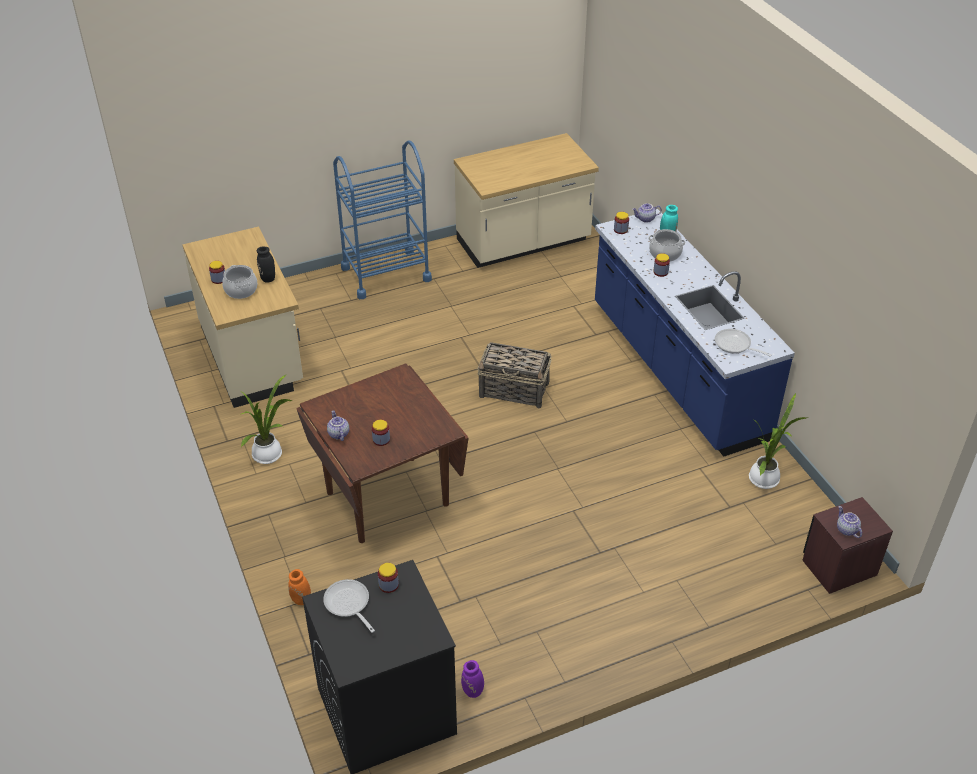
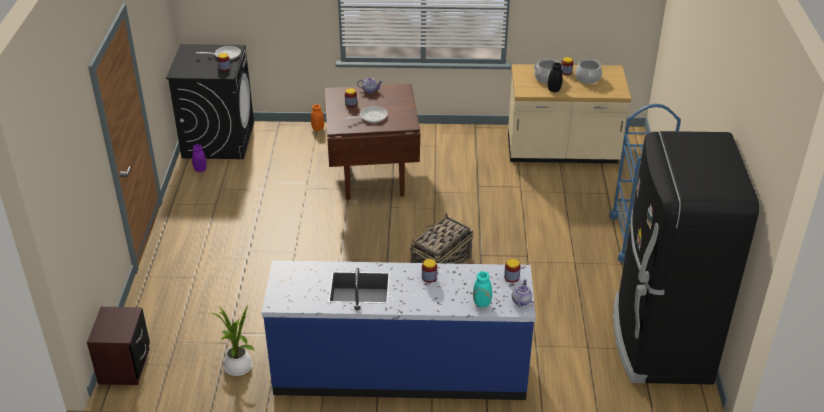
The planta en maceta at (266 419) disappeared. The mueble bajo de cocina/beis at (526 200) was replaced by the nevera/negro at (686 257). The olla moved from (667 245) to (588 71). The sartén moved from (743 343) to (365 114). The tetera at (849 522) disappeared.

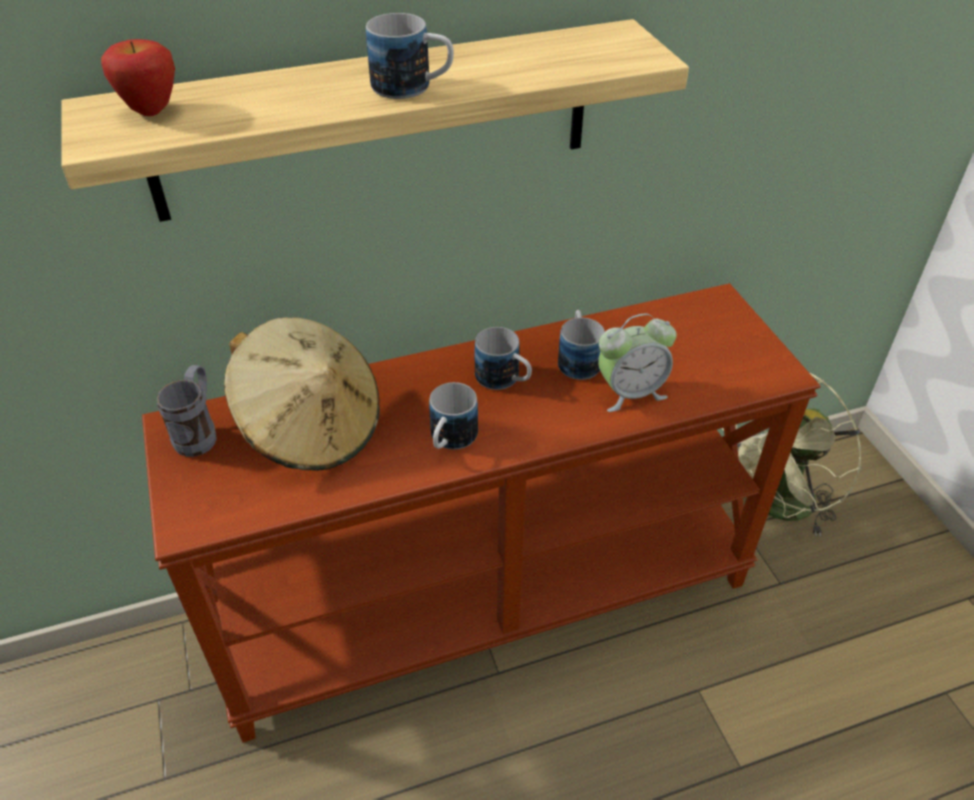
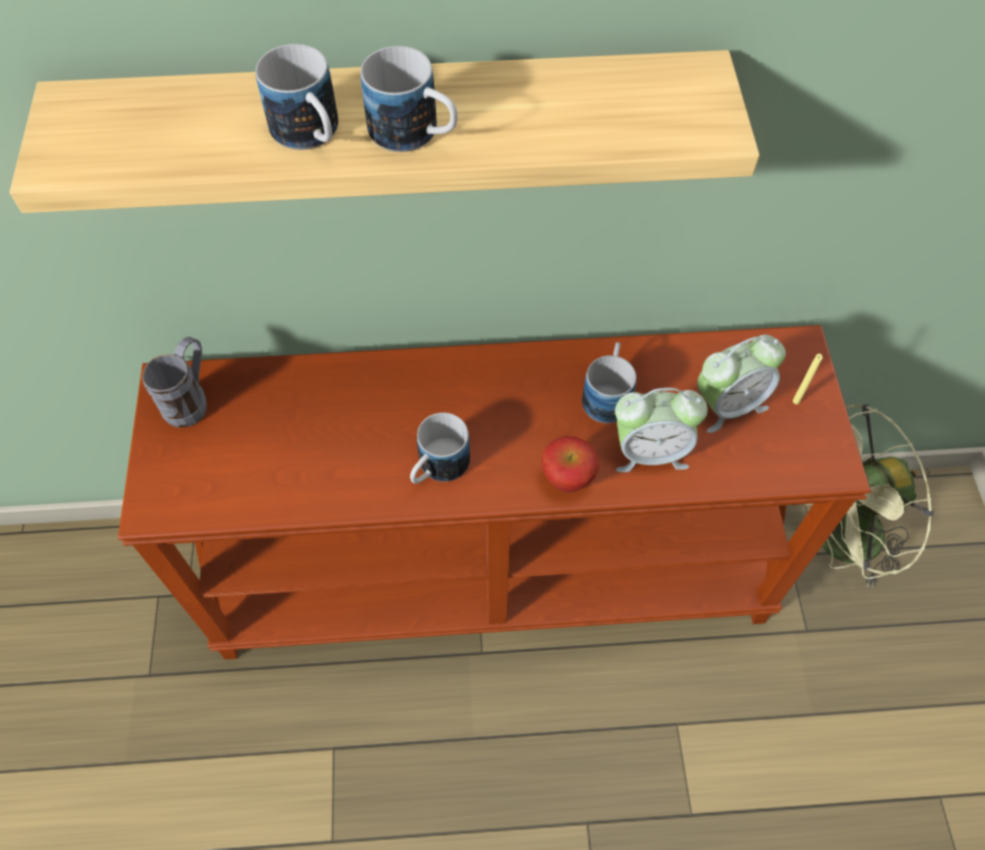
The manzana moved from (138 77) to (570 464). The sombrero/beis at (302 394) disappeared. The taza grande moved from (503 358) to (296 97). The despertador at (741 384) appeared. The vela/amarillo at (807 379) appeared.

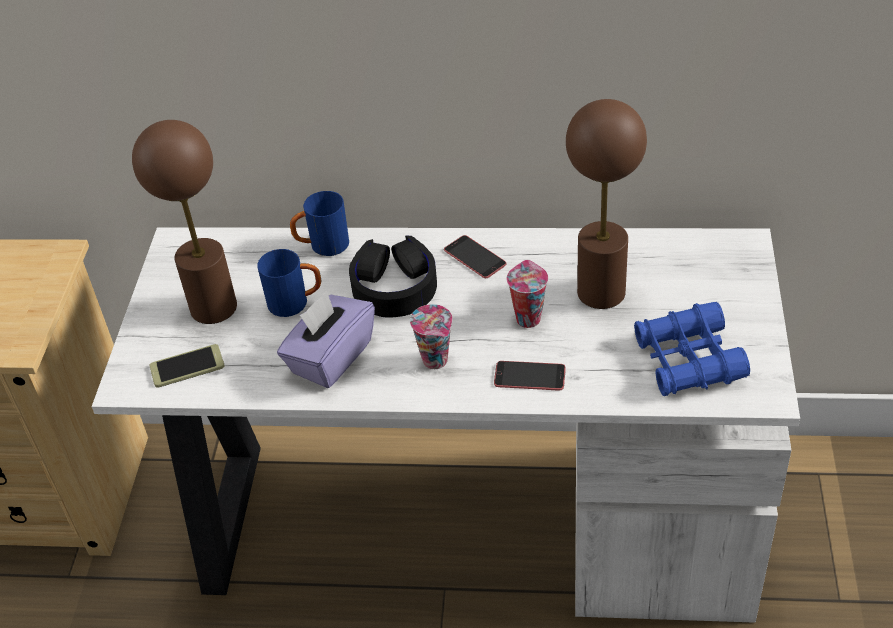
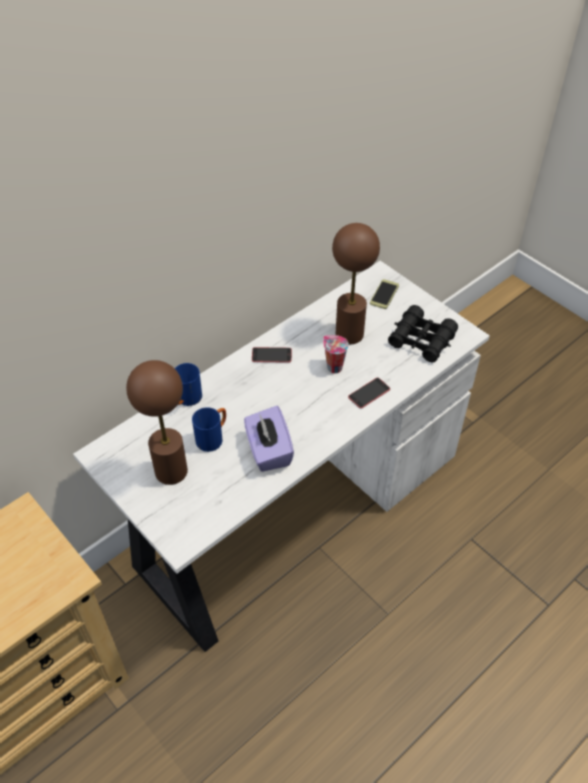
The móvil moved from (186 365) to (384 294). The auriculares/negro at (393 277) disappeared. The taza at (431 336) disappeared. The prismáticos/azul at (692 349) became the prismáticos/negro at (423 334).

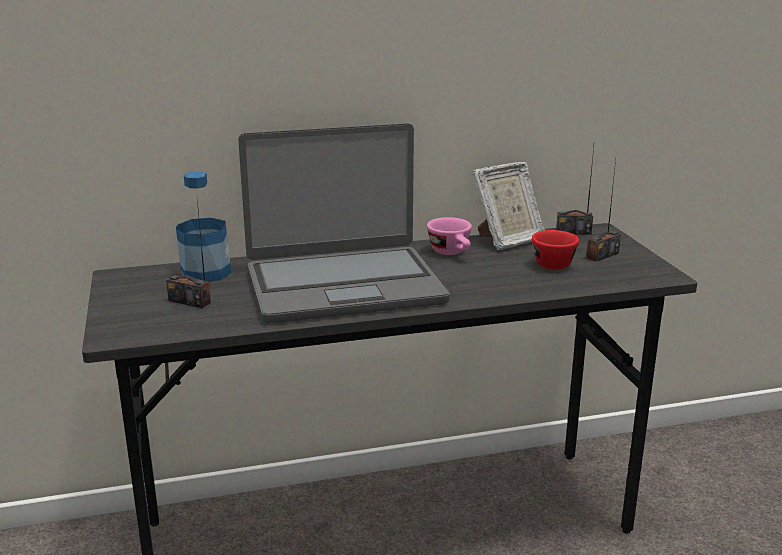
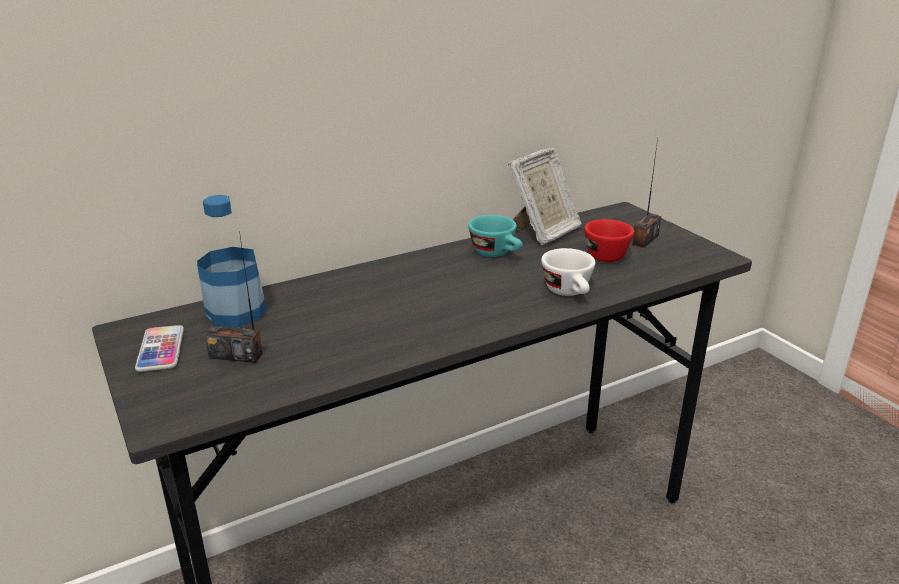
The portátil at (344 223) disappeared. The taza/rosa at (449 236) became the taza/turquesa at (495 236). The radio at (575 191) disappeared. The móvil at (159 348) appeared. The taza/blanco at (568 272) appeared.

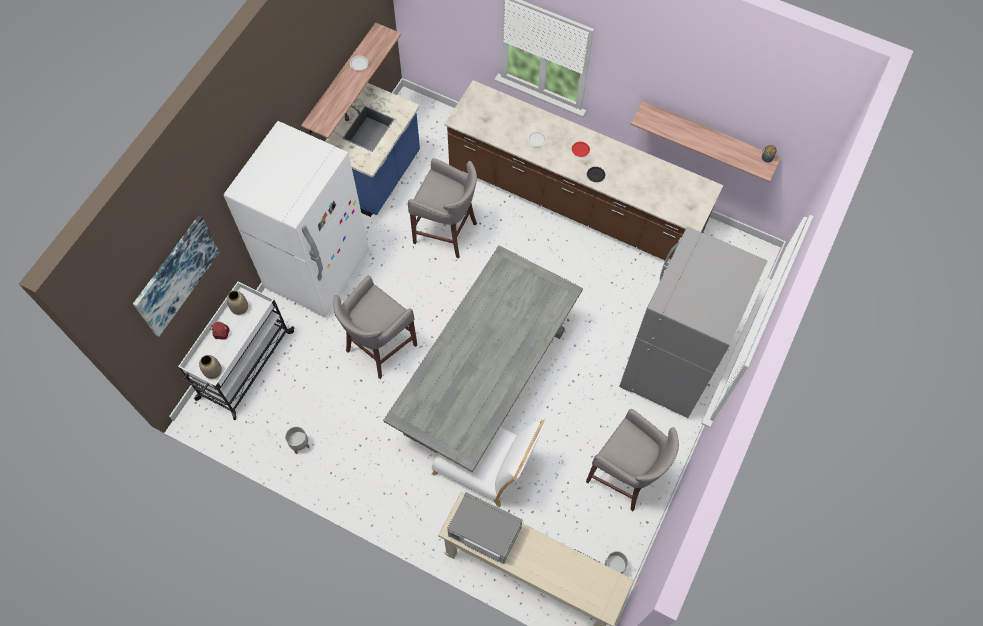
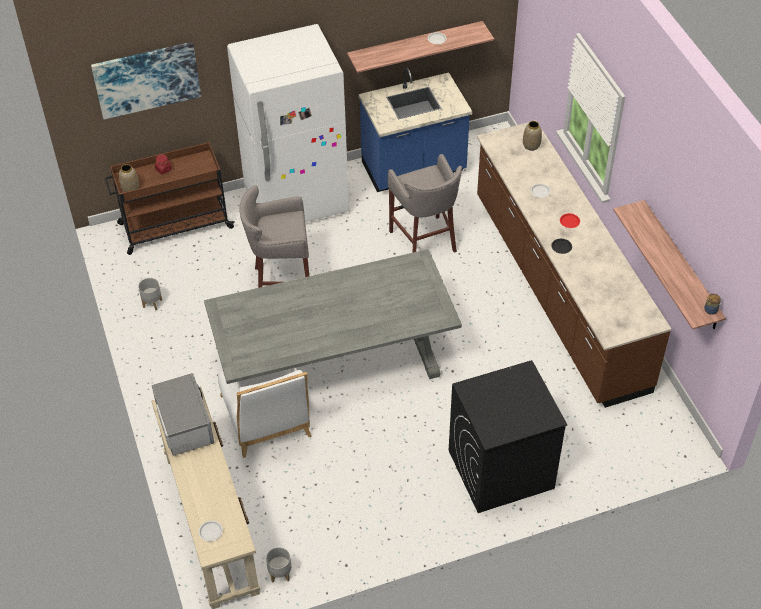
The carrito/blanco at (236 351) became the carrito/marrón at (169 198). The florero moved from (237 303) to (532 136). The taburete/gris at (632 460) disappeared. The nevera/gris at (693 322) was replaced by the lavadora/negro at (508 436). The plato/blanco at (210 531) appeared.

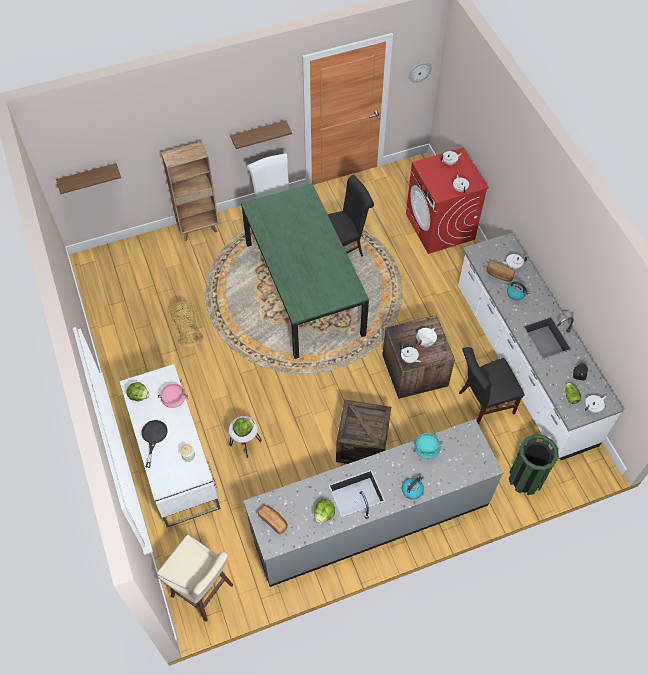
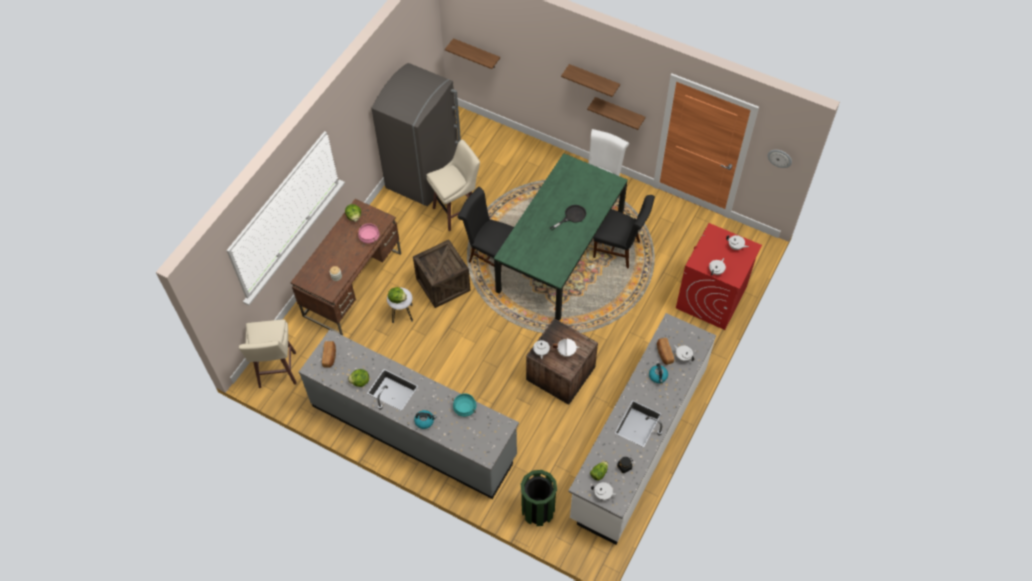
The escritorio/blanco at (170 445) became the escritorio/marrón at (345 267). The sartén/negro moved from (154 444) to (568 217). The estantería/marrón at (190 191) disappeared. The cesta at (186 324) was replaced by the taburete/beis at (453 185). The caja de embalaje moved from (363 431) to (442 273). The silla/negro moved from (492 386) to (485 228). The nevera/gris at (416 134) appeared. The estante at (590 80) appeared.

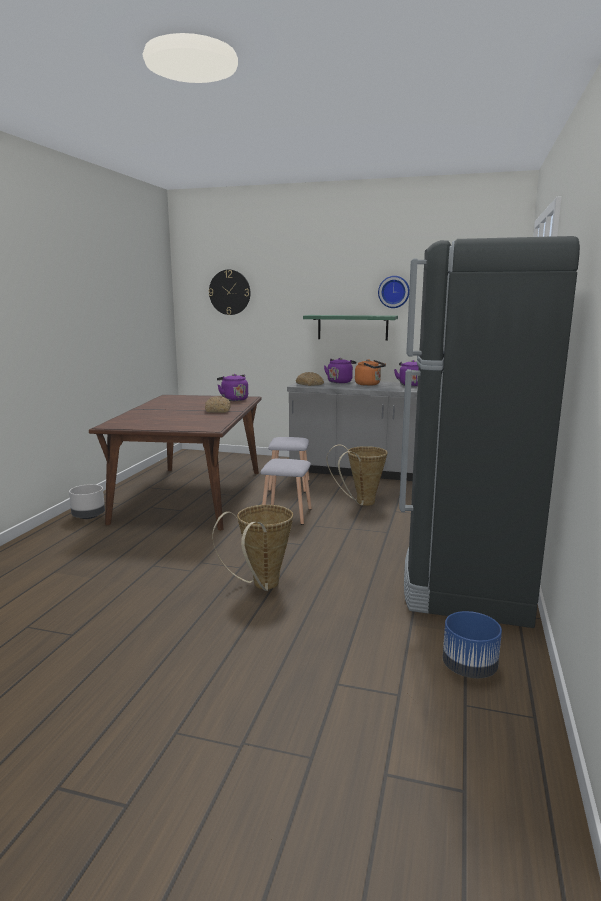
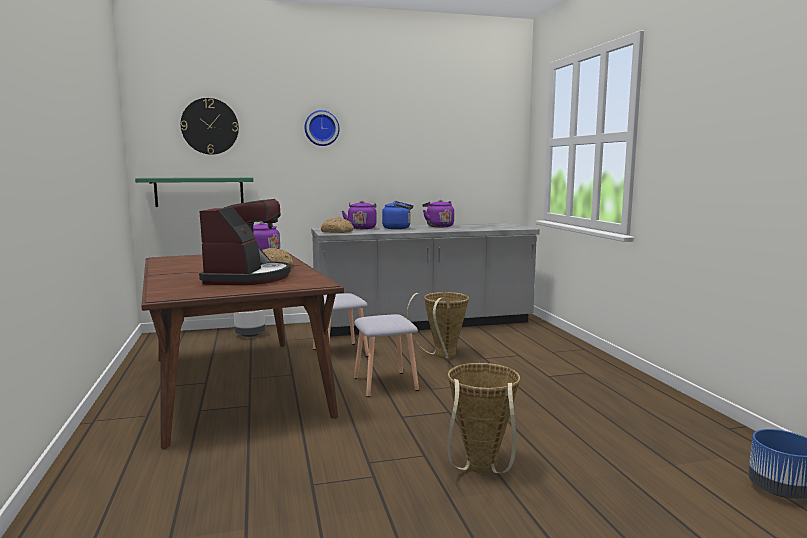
The maceta/gris moved from (87 501) to (249 323). The estante/verde moved from (350 328) to (194 192). The hervidor/naranja at (370 372) became the hervidor/azul at (397 215). The reloj de pared moved from (393 292) to (322 128). The nevera/negro at (489 432) disappeared. The cafetera at (245 242) appeared.

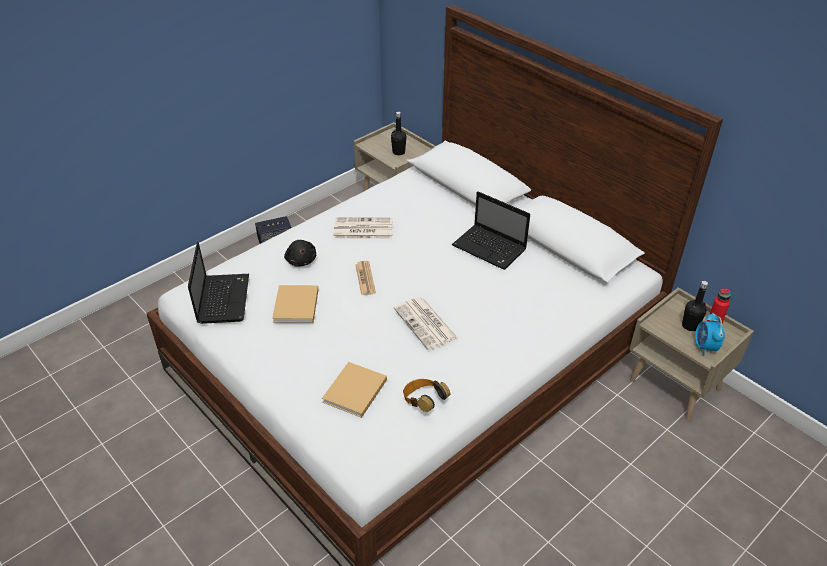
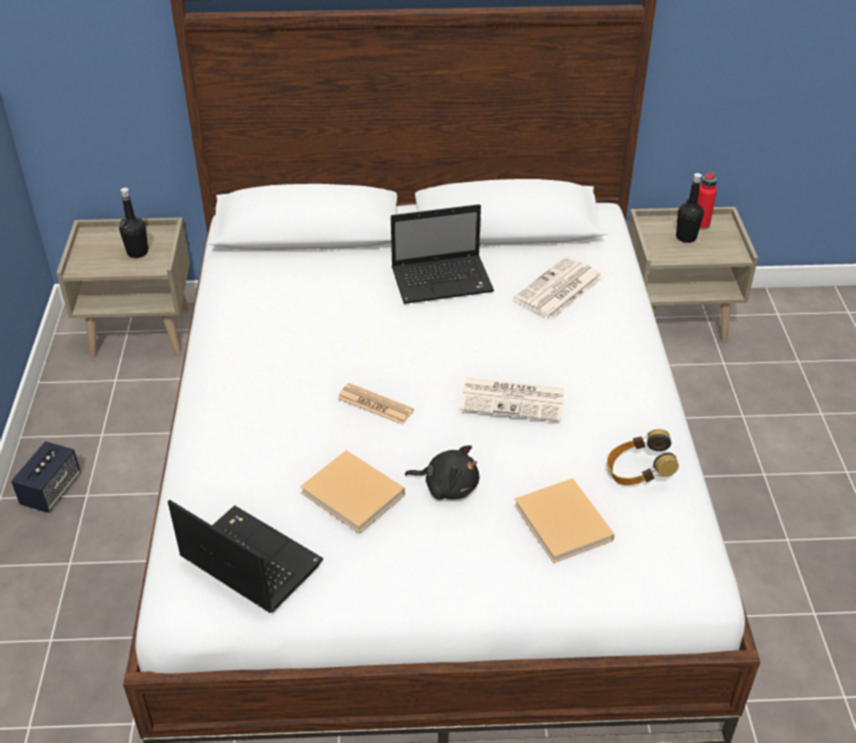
The peluche/negro moved from (300 253) to (442 472). The periódico moved from (363 228) to (558 288). The despertador at (710 334) disappeared.

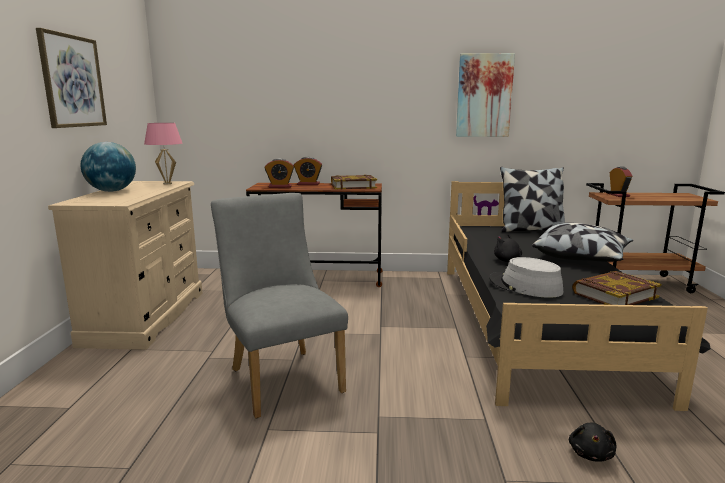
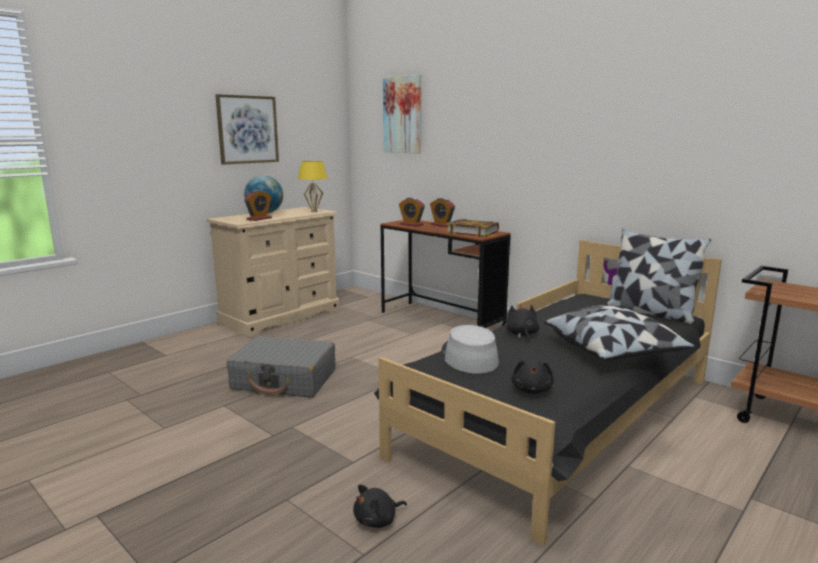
The lámpara de mesa/rosa at (163 153) became the lámpara de mesa/amarillo at (313 186). The silla/gris at (279 305) was replaced by the maleta/gris at (281 367). The cuadro moved from (485 95) to (402 113). The libro at (616 288) was replaced by the peluche/negro at (532 376). The despertador moved from (621 182) to (258 205).

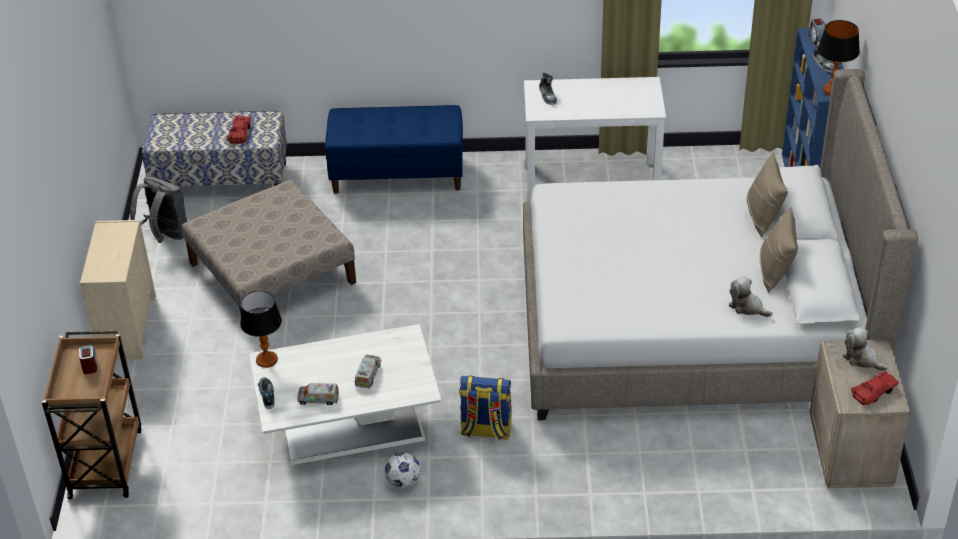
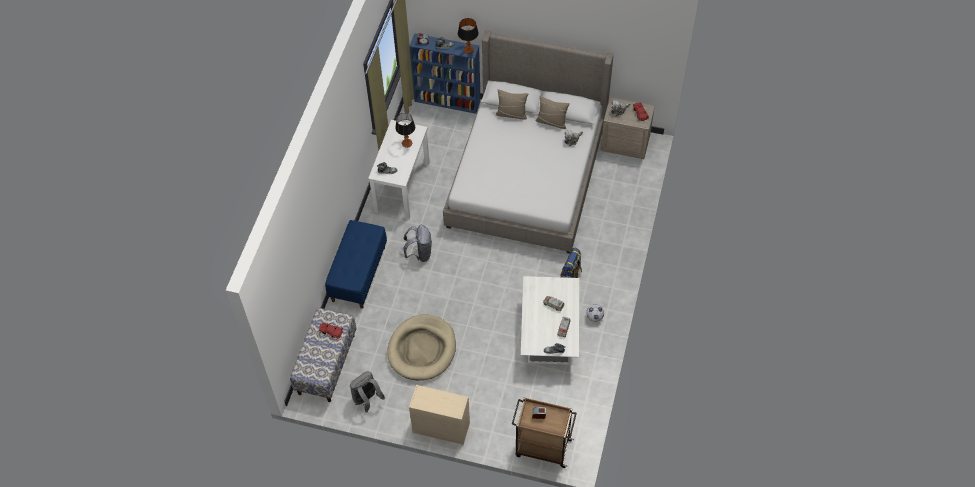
The puf/beis at (269 247) was replaced by the cama para perro/beis at (421 347). The lámpara de mesa moved from (261 329) to (405 130). The mochila/gris at (418 243) appeared.

